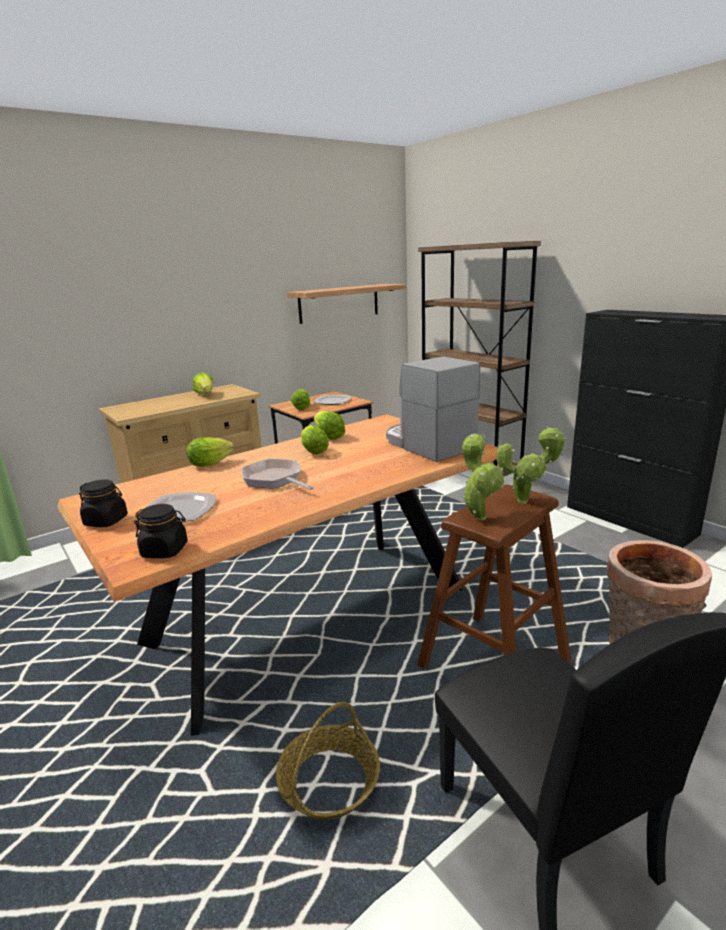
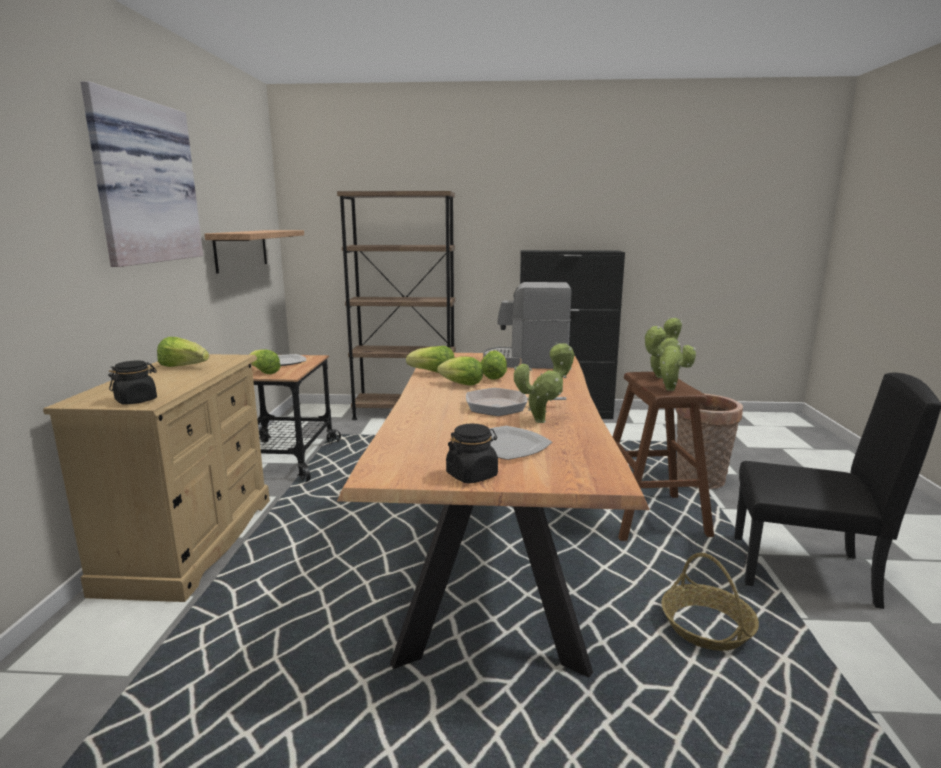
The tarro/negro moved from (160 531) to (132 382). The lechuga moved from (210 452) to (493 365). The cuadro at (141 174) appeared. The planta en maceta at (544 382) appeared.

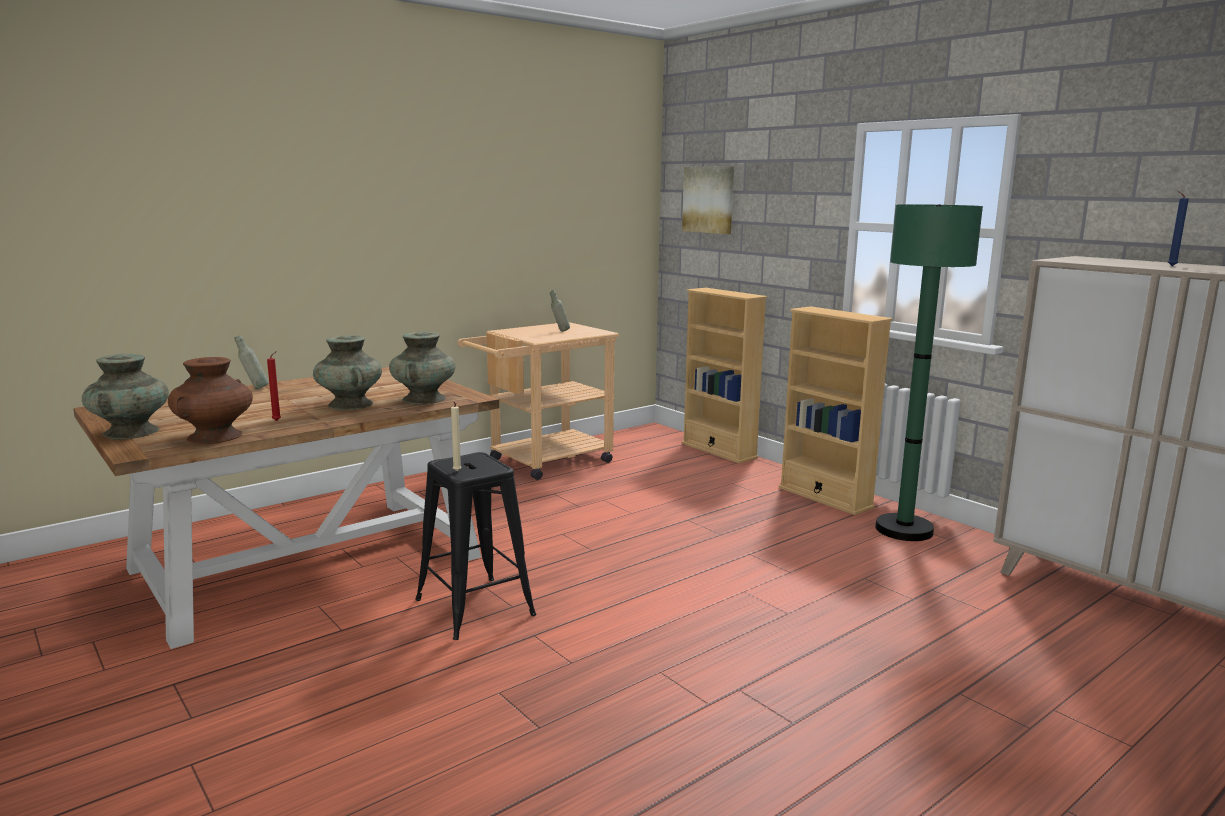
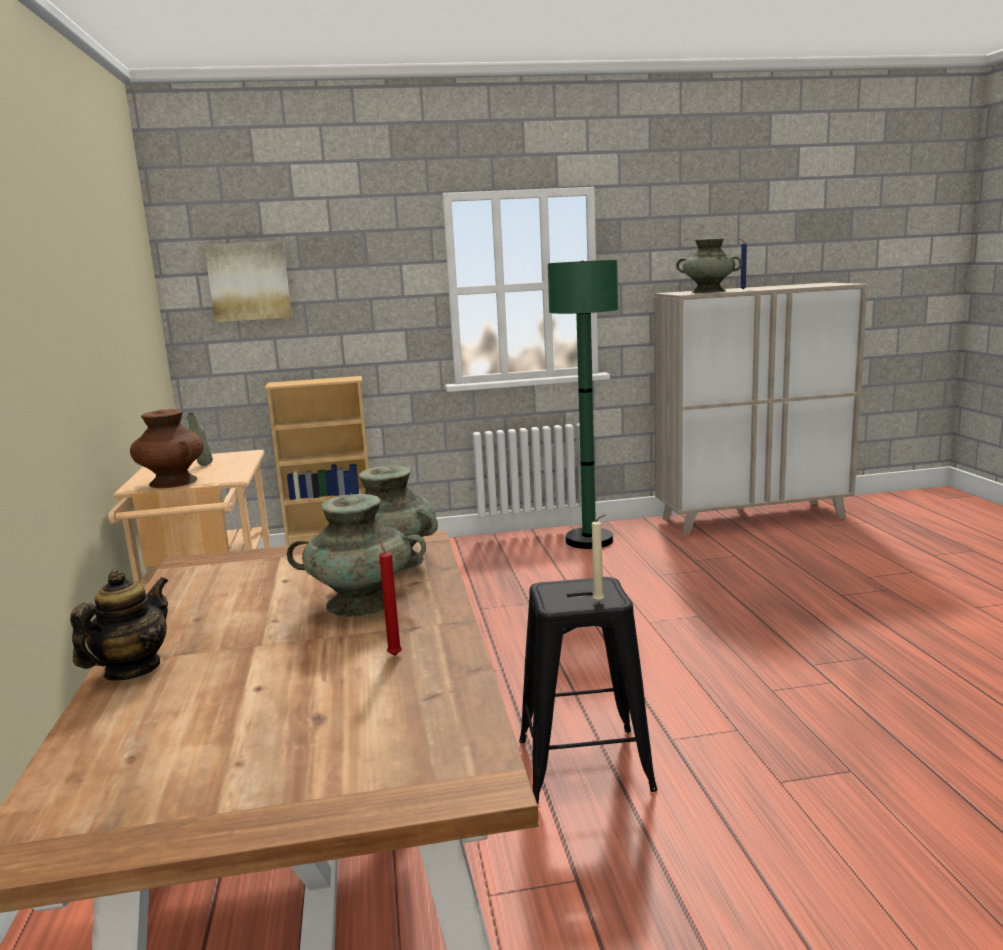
The florero/turquesa moved from (125 396) to (709 265). The florero/marrón moved from (210 400) to (167 448). The botella/gris at (251 362) was replaced by the tetera at (119 625). The estantería/beis at (835 410) disappeared.

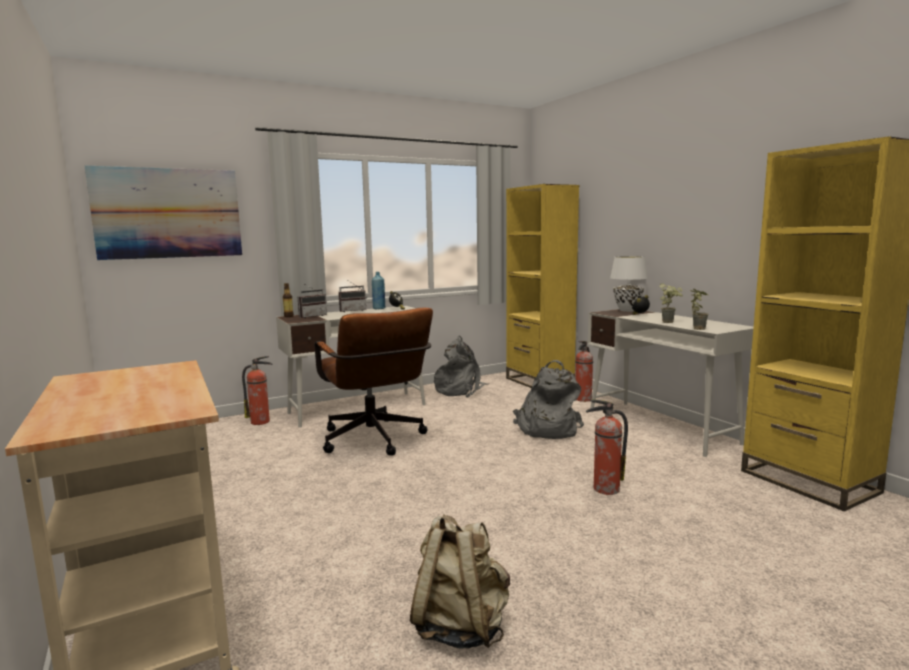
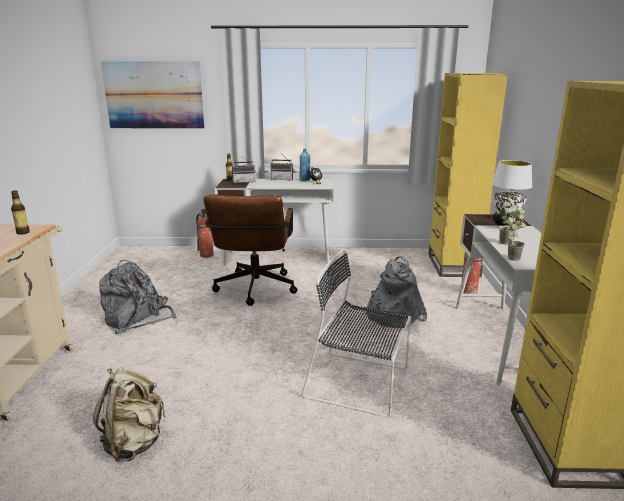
The mochila/gris moved from (461 367) to (138 297). The extintor at (607 447) was replaced by the silla/negro at (356 333). The botella at (20 212) appeared.

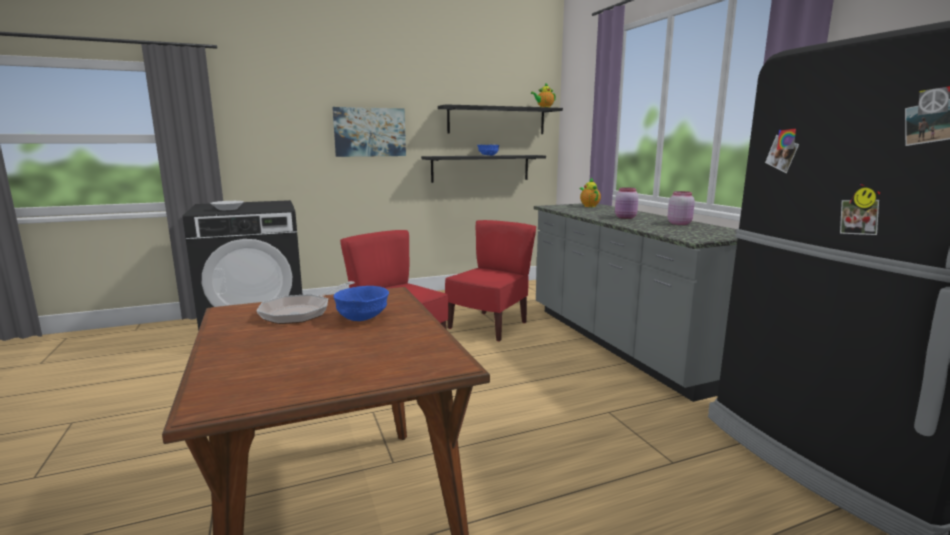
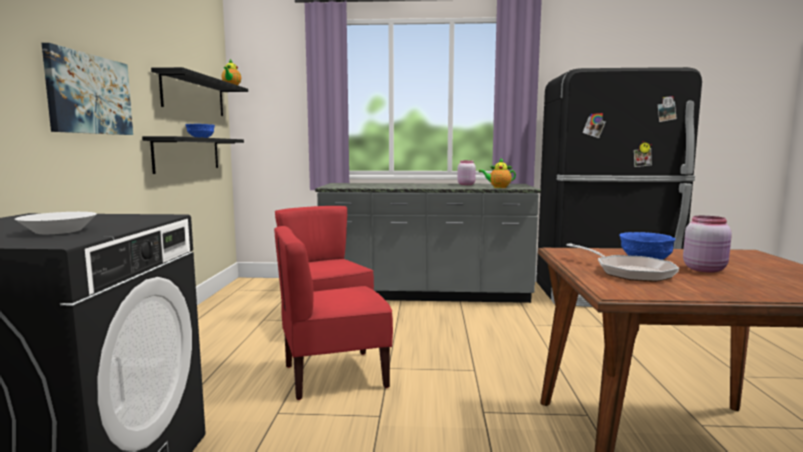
The tetera moved from (590 192) to (497 173). The tarro/rosa moved from (627 203) to (707 244).

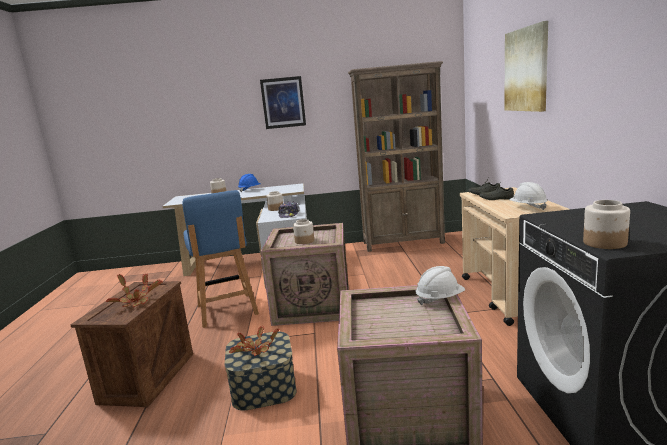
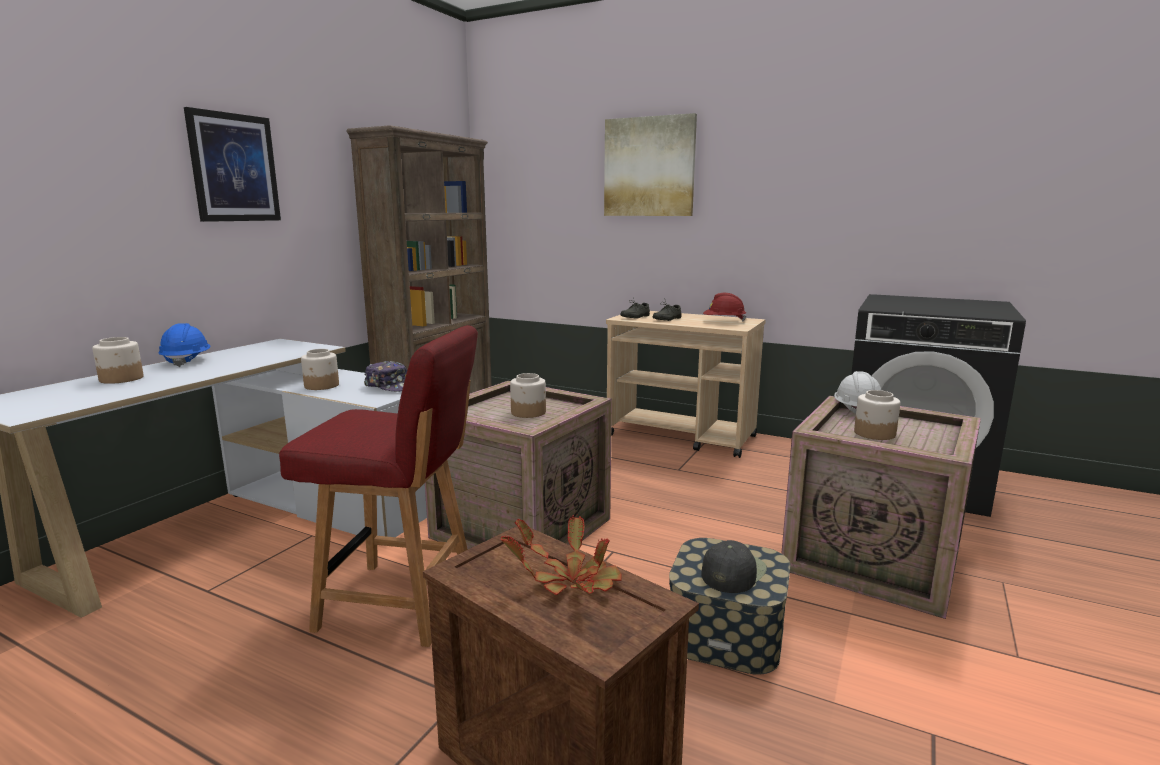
The silla/azul at (220 259) became the silla/rojo at (378 486). The planta en maceta at (254 341) was replaced by the gorra/negro at (734 566). The casco/blanco at (528 196) became the casco/rojo at (724 307). The tarro moved from (606 224) to (877 415).

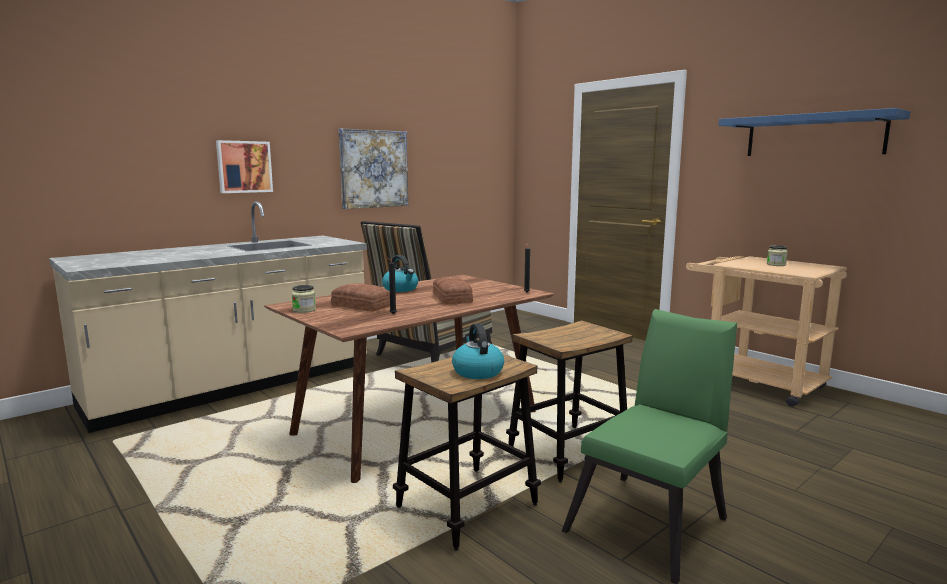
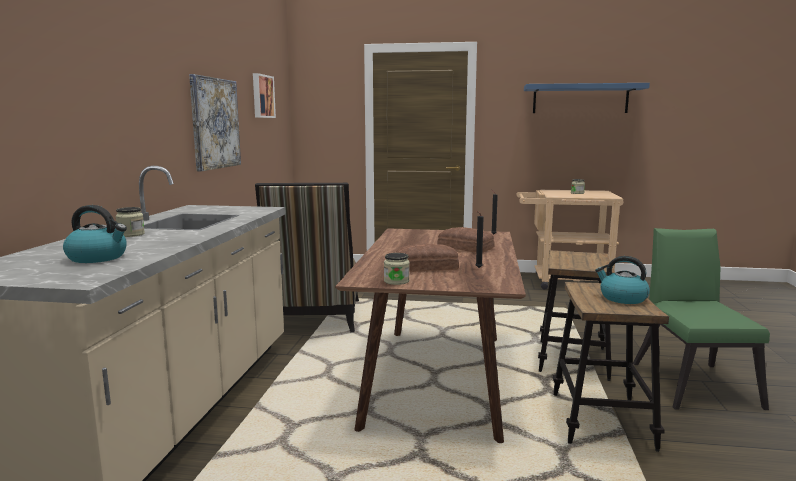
The cuadro moved from (244 166) to (264 95). The hervidor moved from (400 273) to (95 234). The tarro at (130 222) appeared.

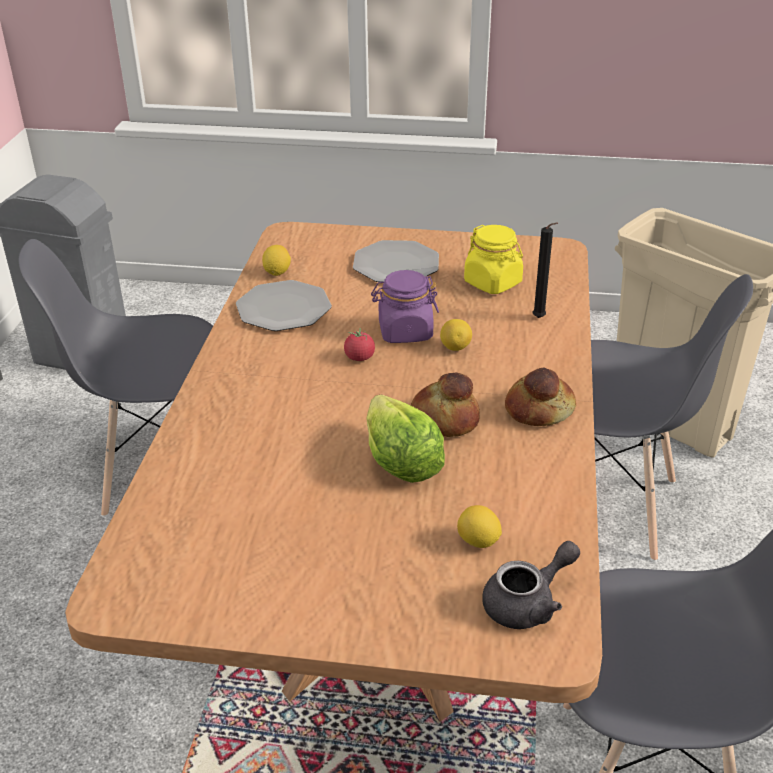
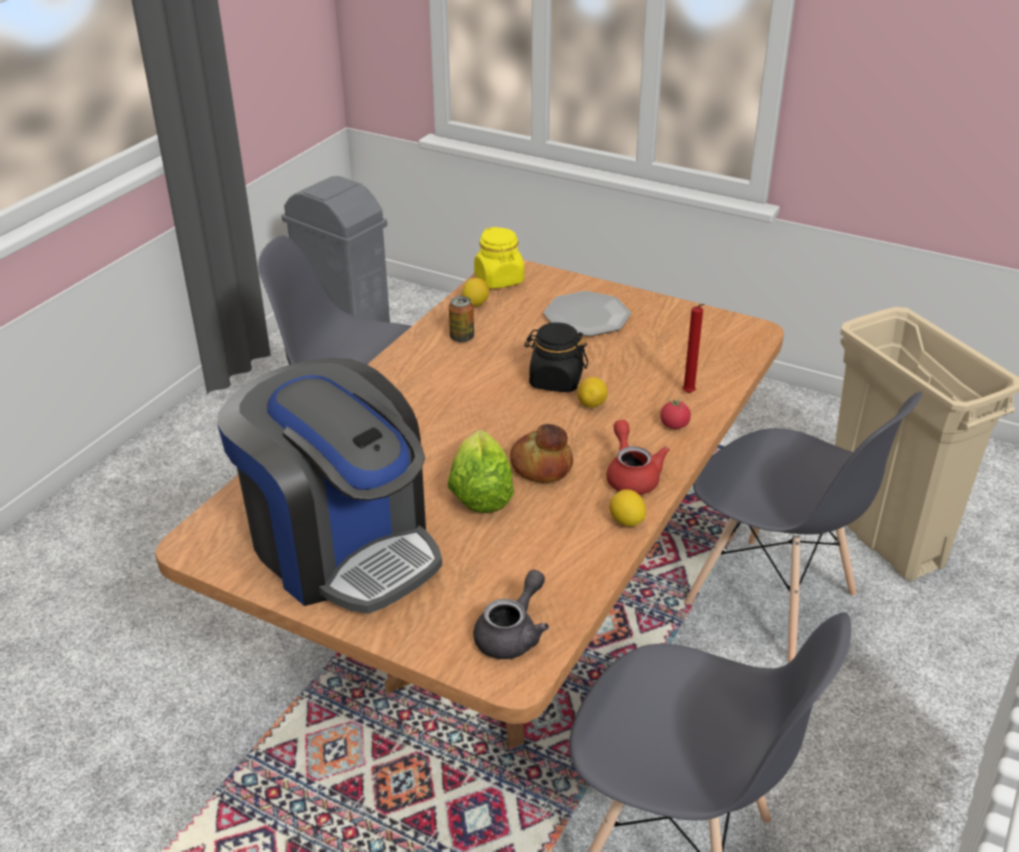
The plato at (284 305) was replaced by the lata at (461 319). The tomate moved from (359 344) to (675 413). The tarro/morado at (405 306) became the tarro/negro at (556 357). The limón moved from (479 526) to (628 507). The tarro/amarillo moved from (493 259) to (499 258). The tetera/gris at (531 585) turned 45 degrees counterclockwise. The pan at (540 396) was replaced by the tetera/rojo at (638 457). The vela/negro at (545 270) became the vela/rojo at (693 348). The cafetera at (329 485) appeared.

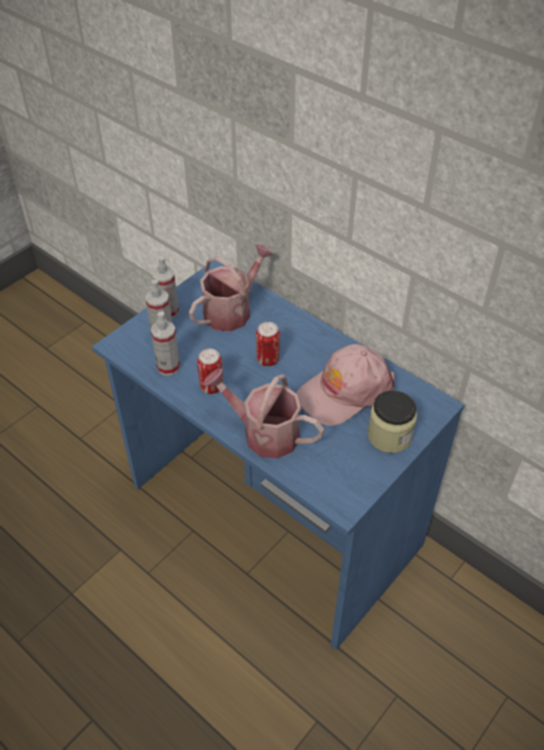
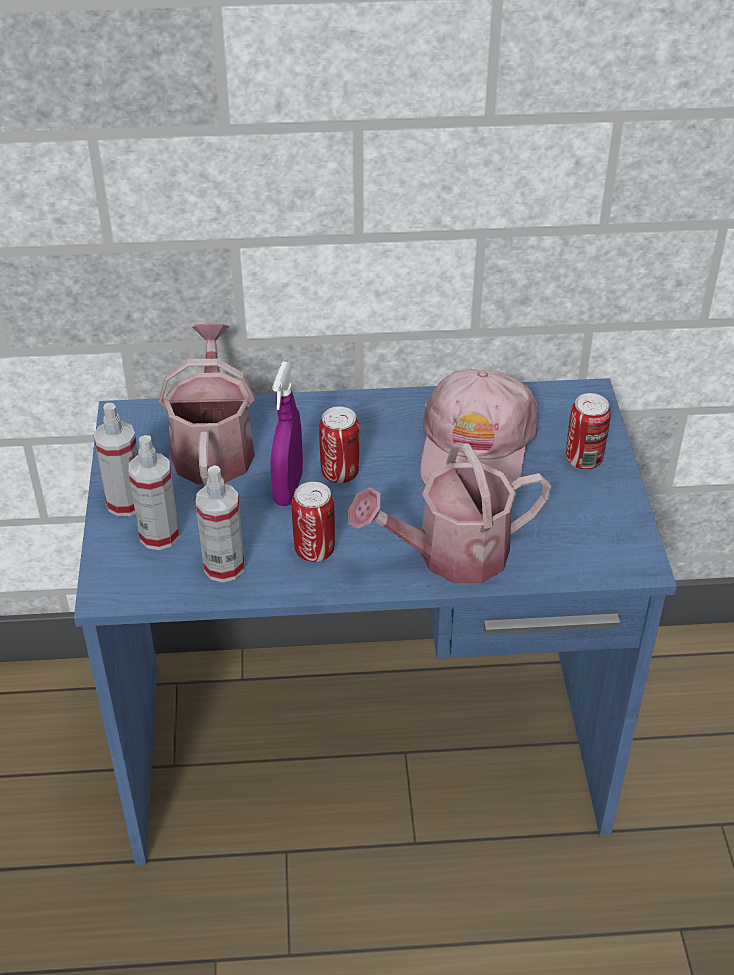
The tarro at (392 421) was replaced by the lata at (588 431). The pulverizador/morado at (286 433) appeared.

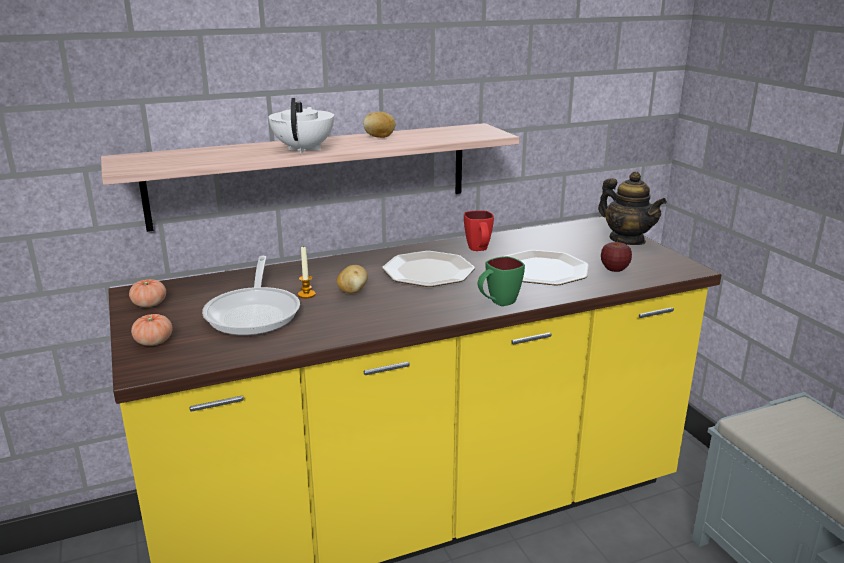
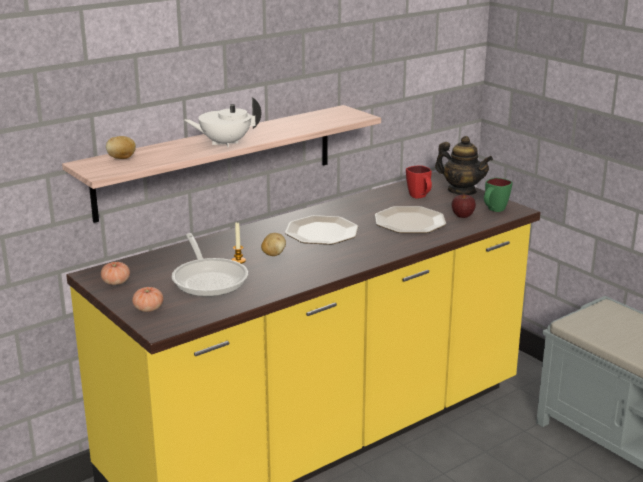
The tetera/blanco at (301 125) turned 90 degrees counterclockwise. The patata moved from (379 125) to (121 147). The taza grande/rojo moved from (479 230) to (419 182). The taza grande/verde moved from (501 281) to (498 195).

